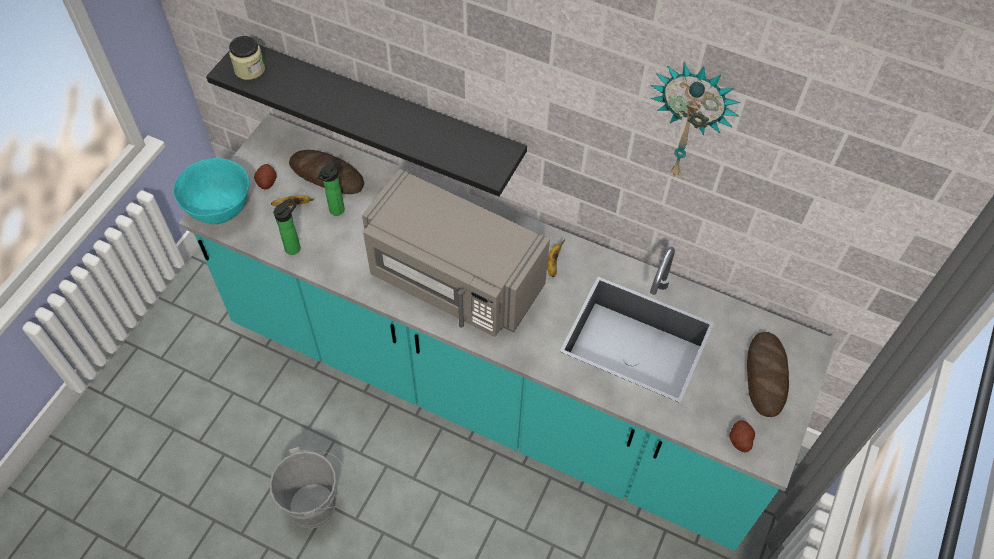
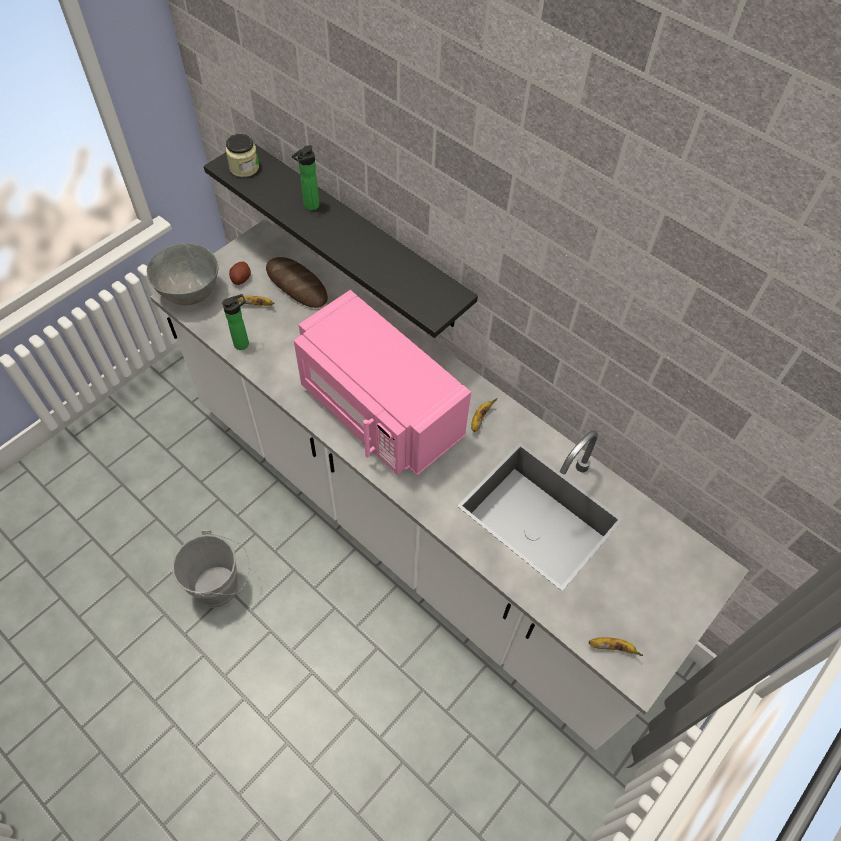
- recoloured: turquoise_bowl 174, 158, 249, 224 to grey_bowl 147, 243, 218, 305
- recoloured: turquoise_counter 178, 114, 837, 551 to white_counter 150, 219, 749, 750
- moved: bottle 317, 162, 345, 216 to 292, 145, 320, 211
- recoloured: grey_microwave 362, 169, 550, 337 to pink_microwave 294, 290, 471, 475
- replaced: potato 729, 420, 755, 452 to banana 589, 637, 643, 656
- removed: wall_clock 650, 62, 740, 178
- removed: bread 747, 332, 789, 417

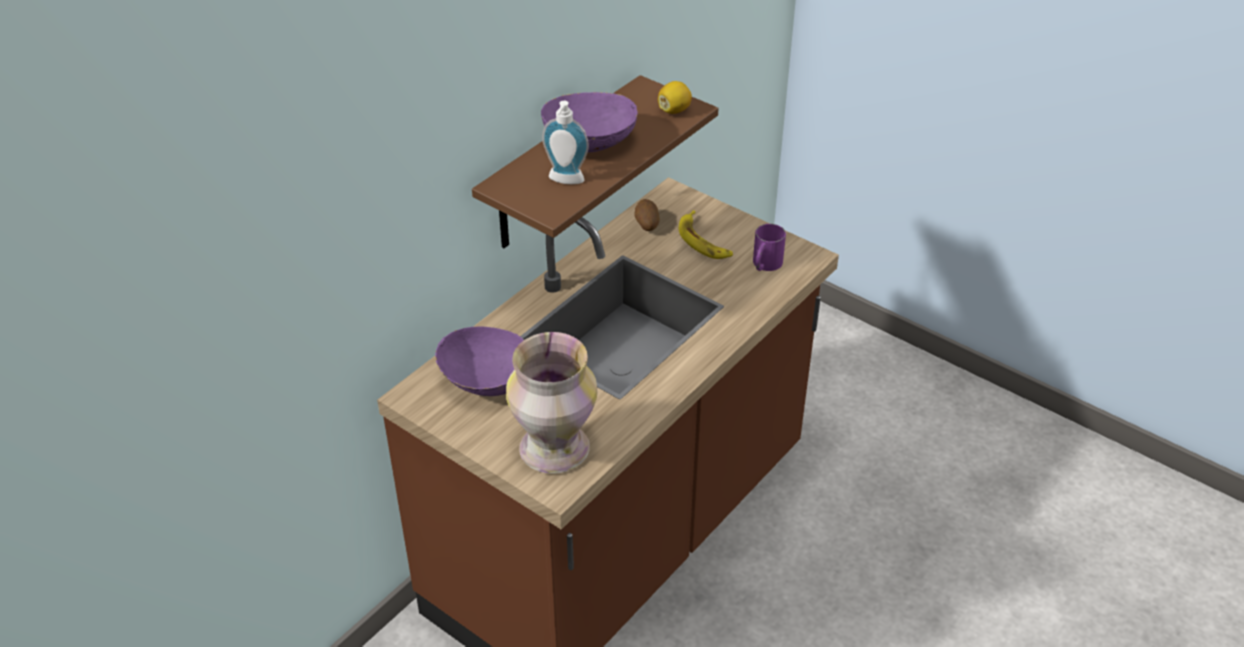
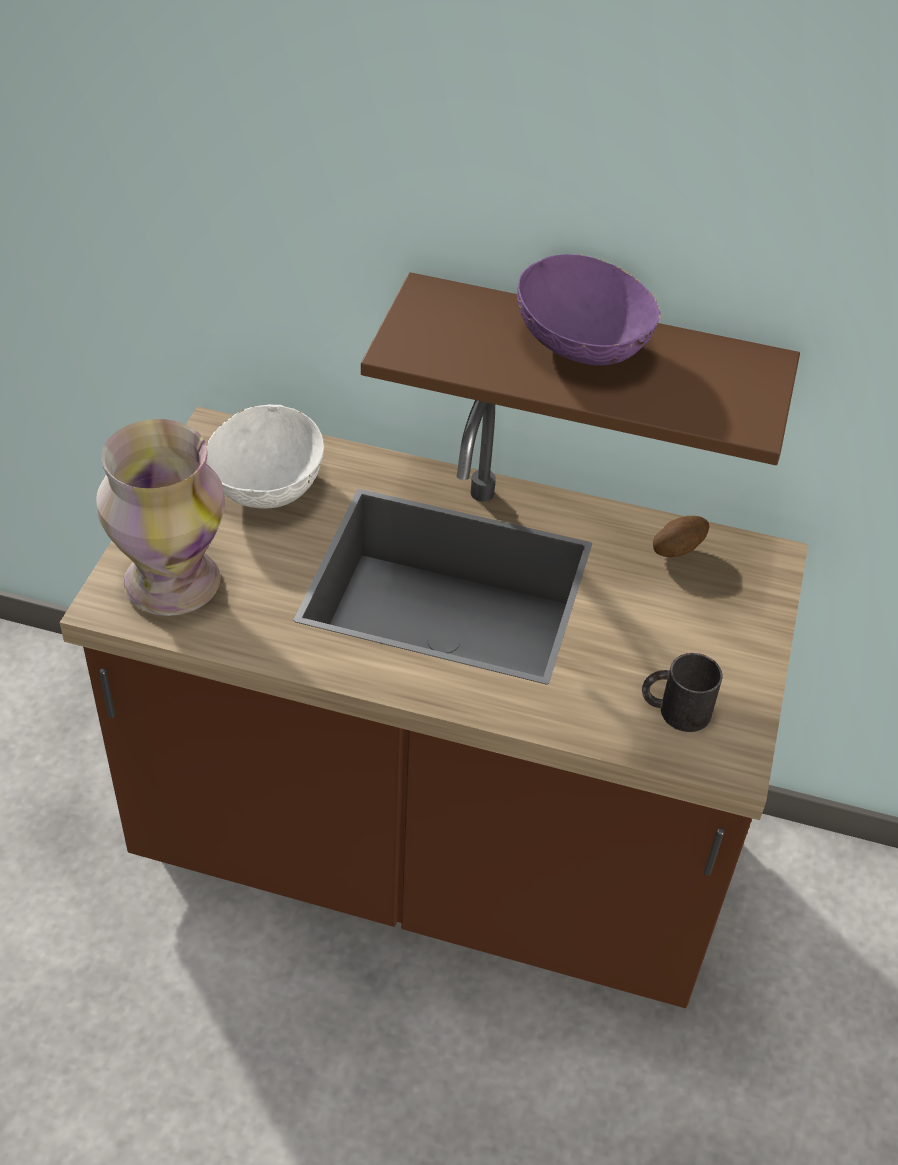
- recoloured: purple_bowl 435, 327, 524, 396 to white_bowl 206, 404, 324, 508
- recoloured: purple_mug 753, 224, 786, 271 to black_mug 642, 653, 722, 732
- removed: soap_dispenser 542, 101, 589, 184
- removed: lemon 658, 81, 692, 114
- removed: banana 679, 210, 733, 259

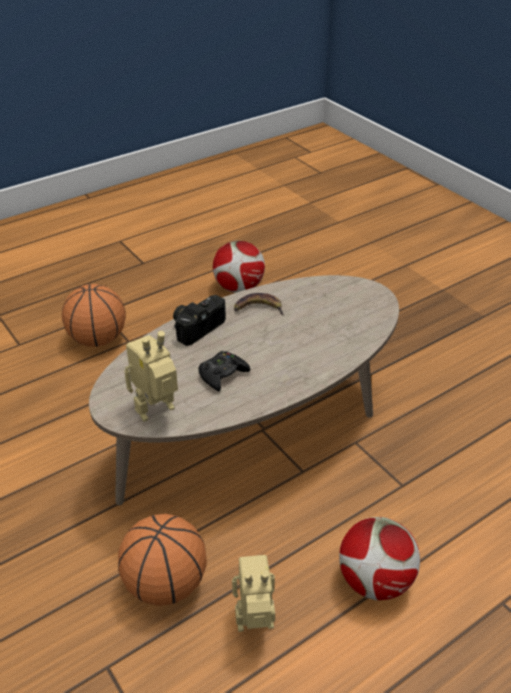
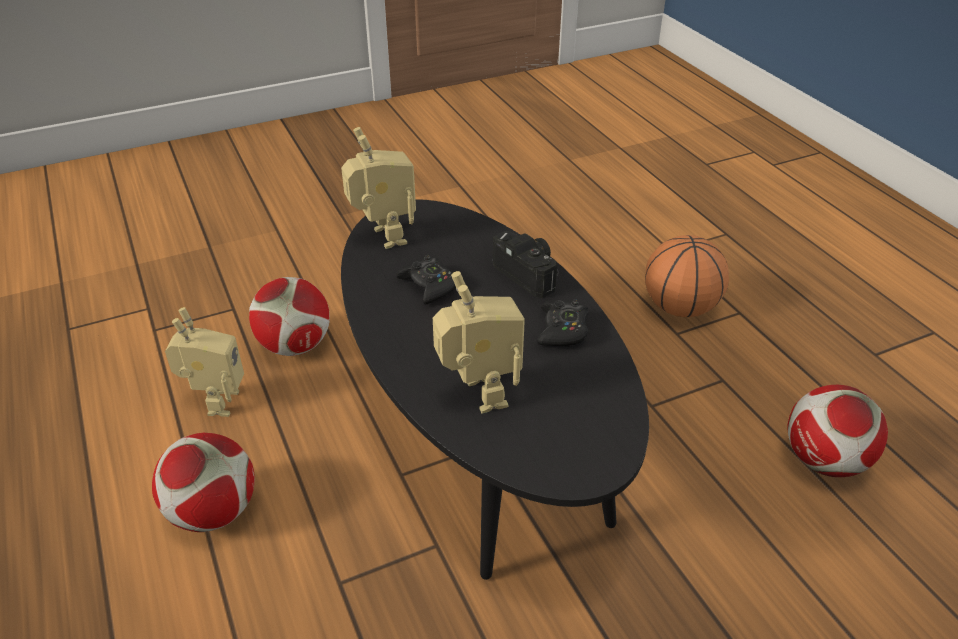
- replaced: basketball 118, 514, 207, 606 to football 249, 277, 330, 356
- recoloured: beige_coffee_table 89, 275, 399, 506 to black_coffee_table 341, 199, 649, 580
- added: toy_robot 433, 271, 525, 414
- replaced: banana 234, 293, 284, 315 to black_game_controller 537, 299, 589, 347

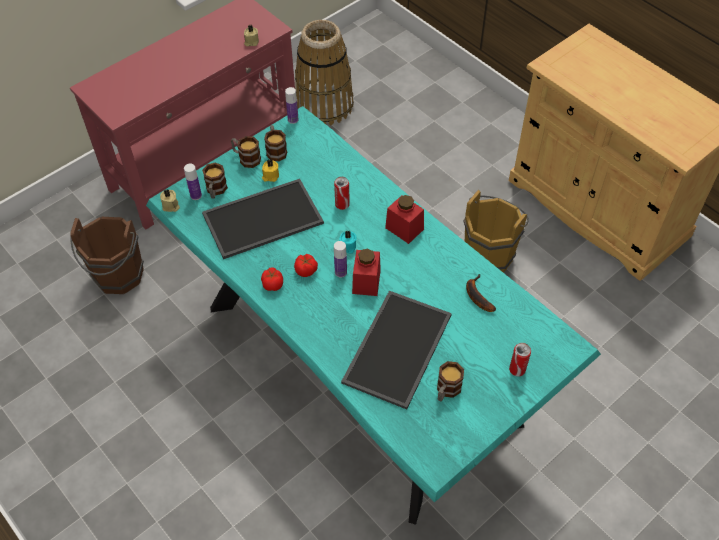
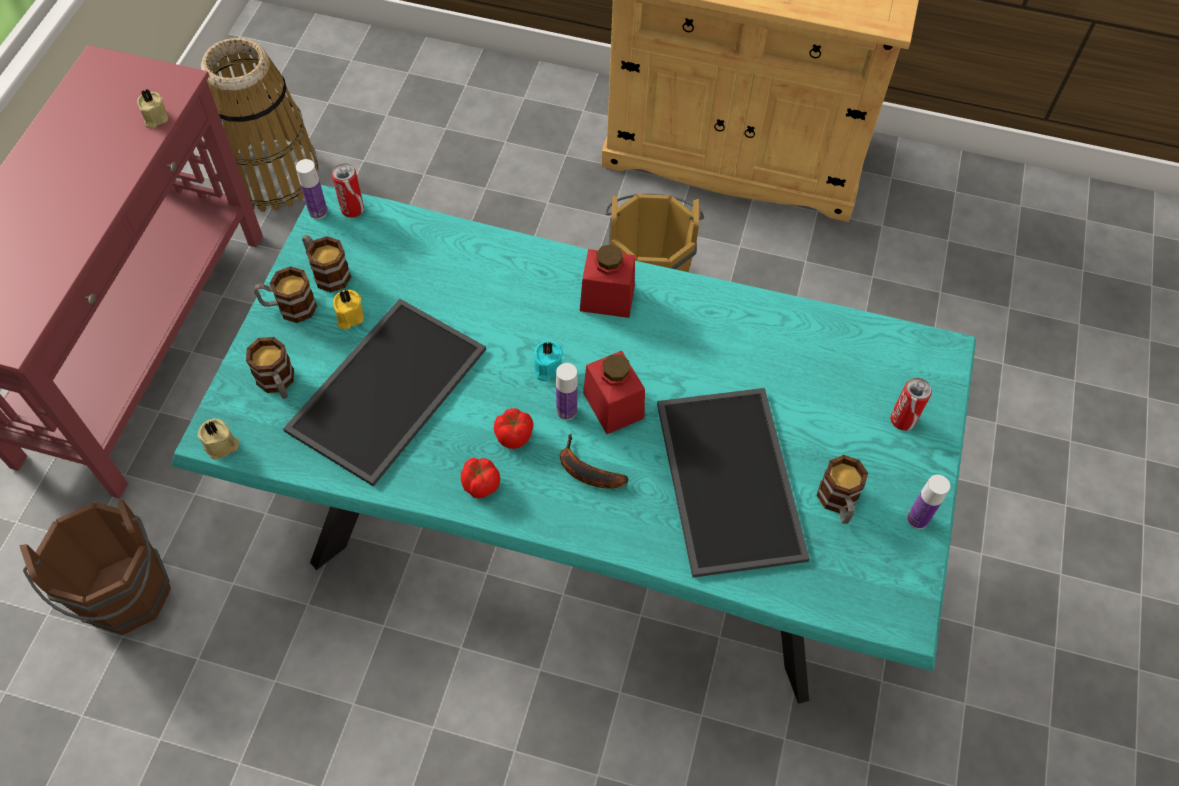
- moved: can 334, 177, 350, 210 to 332, 164, 364, 218
- moved: banana 466, 274, 496, 312 to 560, 433, 628, 489
- moved: bottle 184, 164, 202, 200 to 907, 475, 950, 529

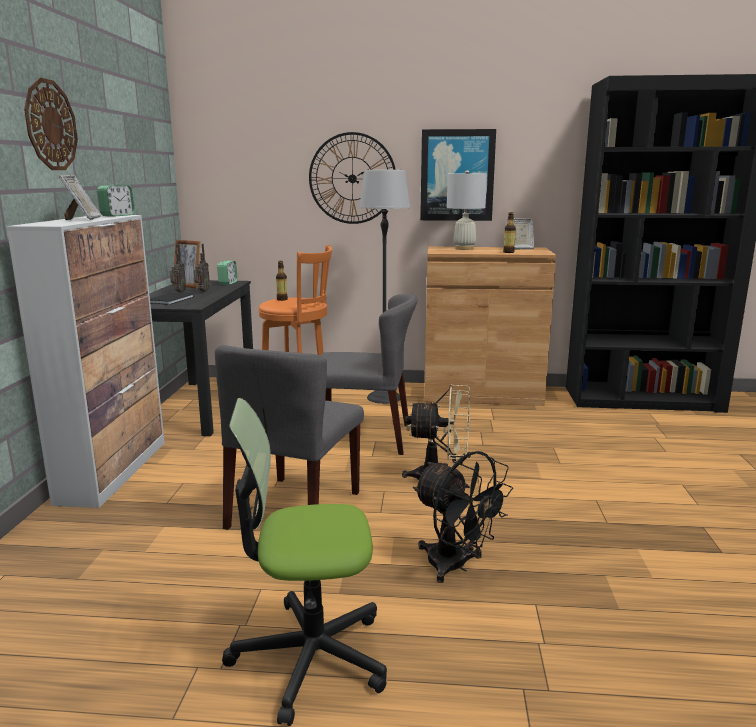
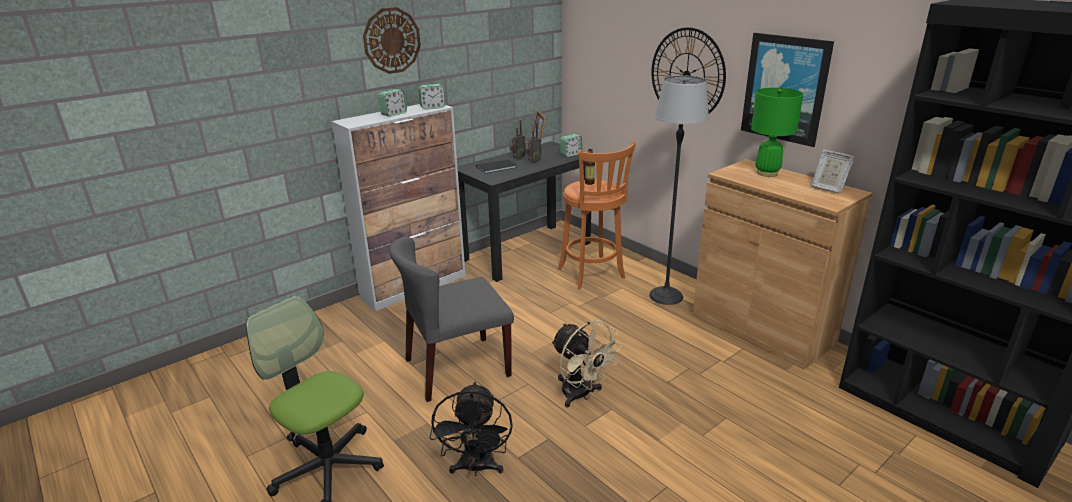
- replaced: picture_frame 59, 175, 101, 220 to alarm_clock 378, 89, 407, 117
- recoloured: white_table_lamp 447, 170, 487, 250 to green_table_lamp 751, 88, 803, 177
- removed: grey_chair 321, 294, 417, 455
- removed: bottle 503, 212, 516, 253

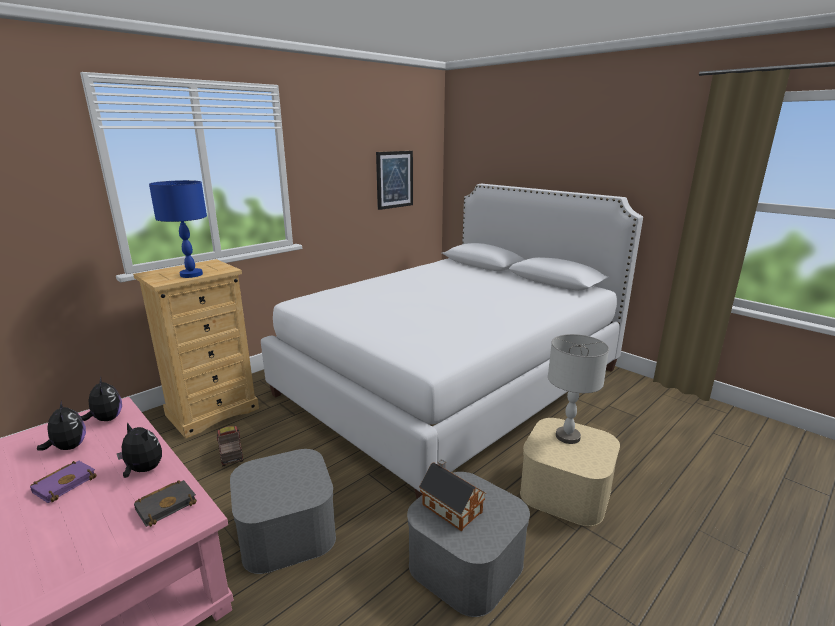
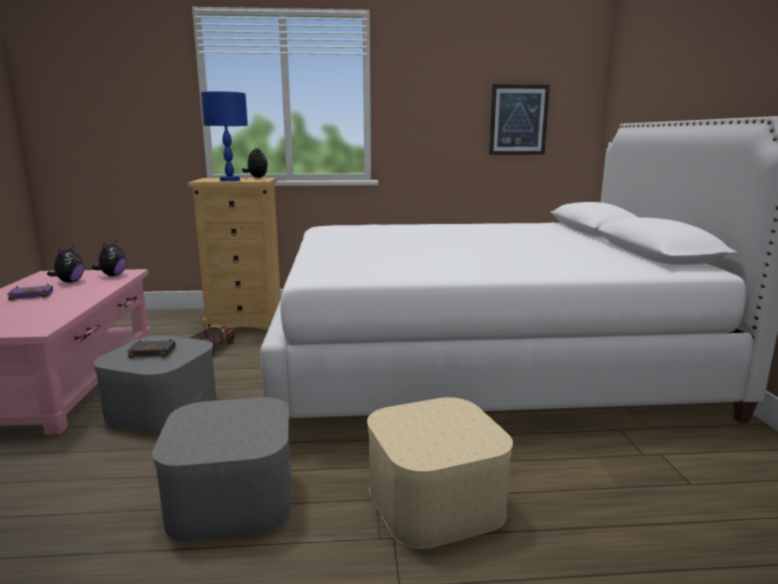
- moved: black_book 134, 480, 197, 527 to 127, 339, 176, 358
- moved: plush_toy 117, 422, 162, 478 to 242, 146, 268, 178
- removed: toy_house 419, 459, 486, 531
- removed: grey_table_lamp 548, 334, 609, 444

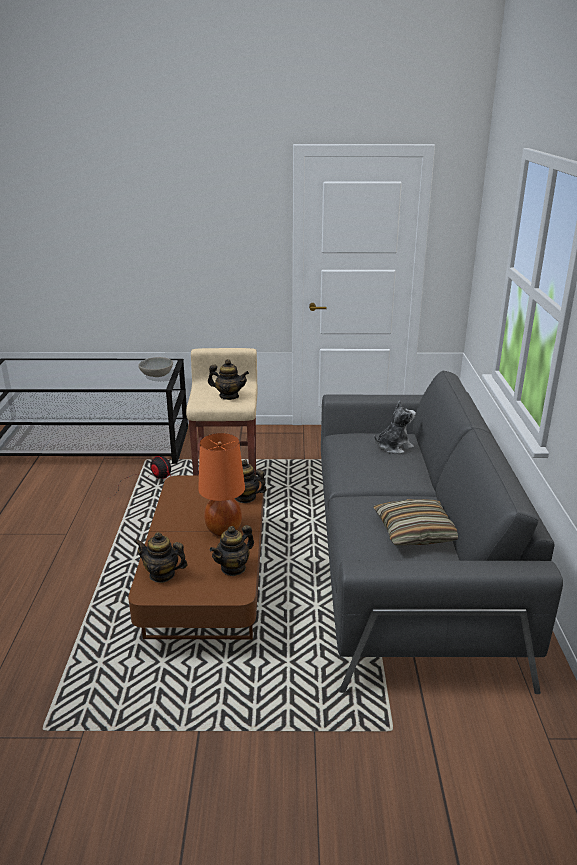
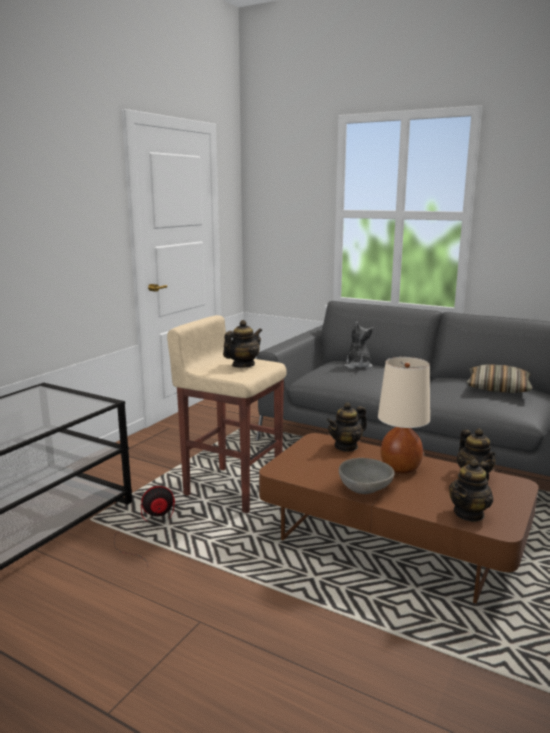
- moved: grey_bowl 138, 357, 173, 377 to 339, 458, 394, 494
- recoloured: orange_table_lamp 198, 433, 245, 536 to beige_table_lamp 378, 357, 430, 473

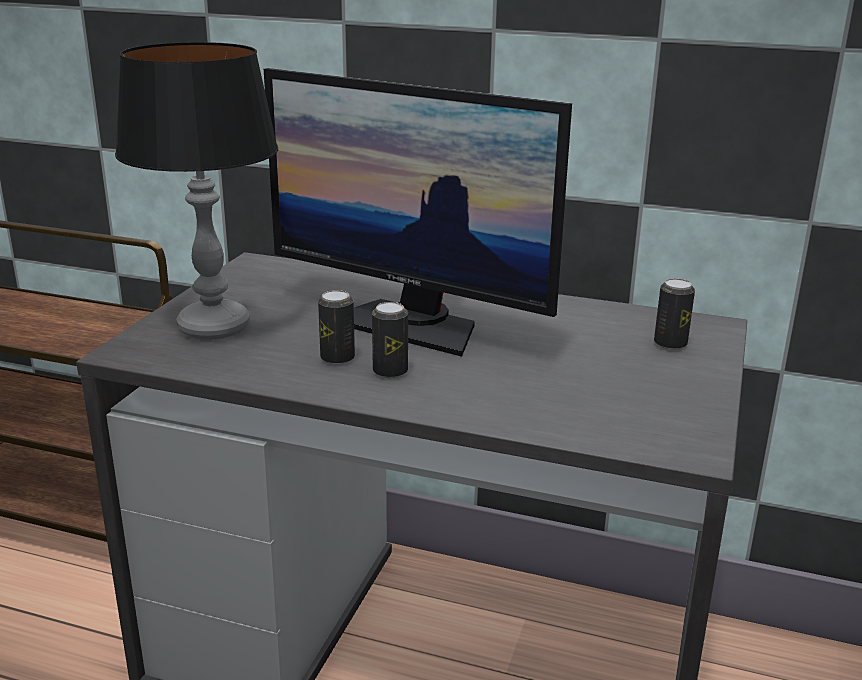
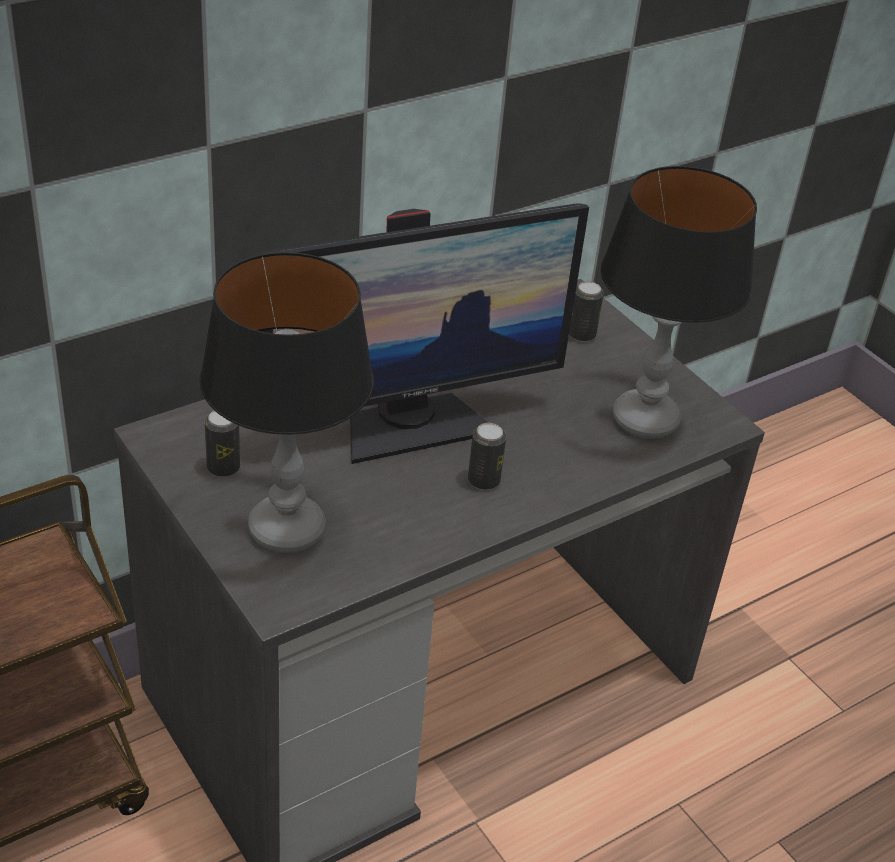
- moved: can 318, 290, 355, 365 to 205, 410, 240, 477
- added: table_lamp 600, 166, 757, 439

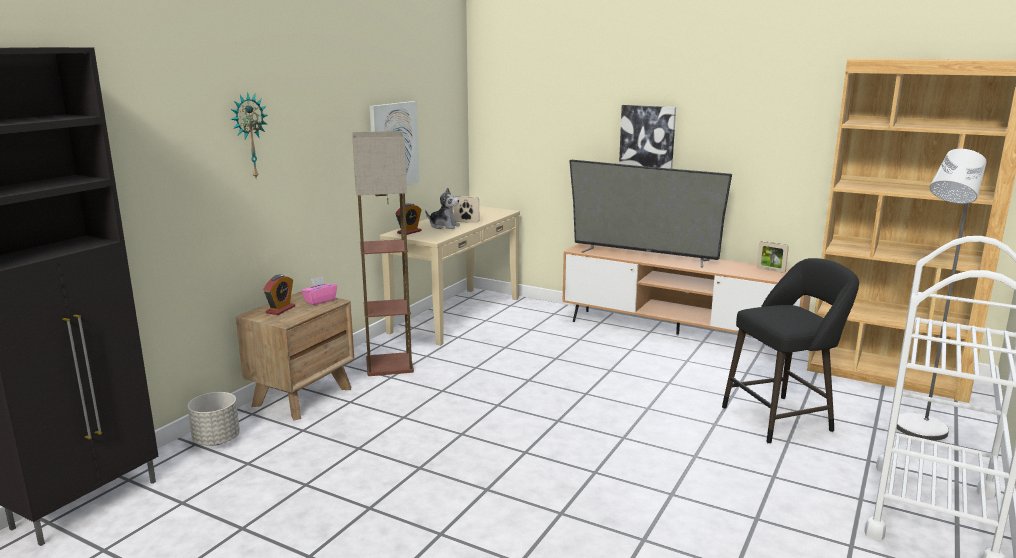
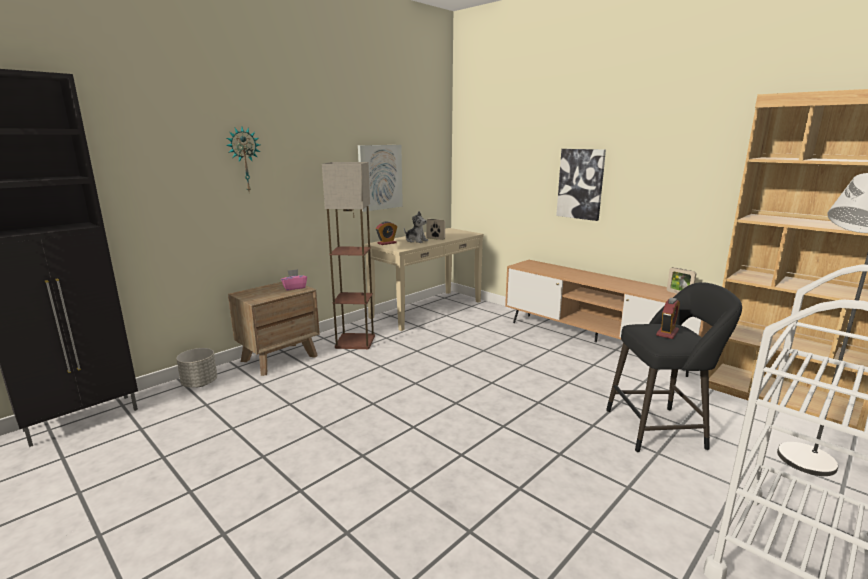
- moved: alarm_clock 263, 274, 295, 315 to 656, 298, 680, 339
- removed: television 569, 159, 732, 268

